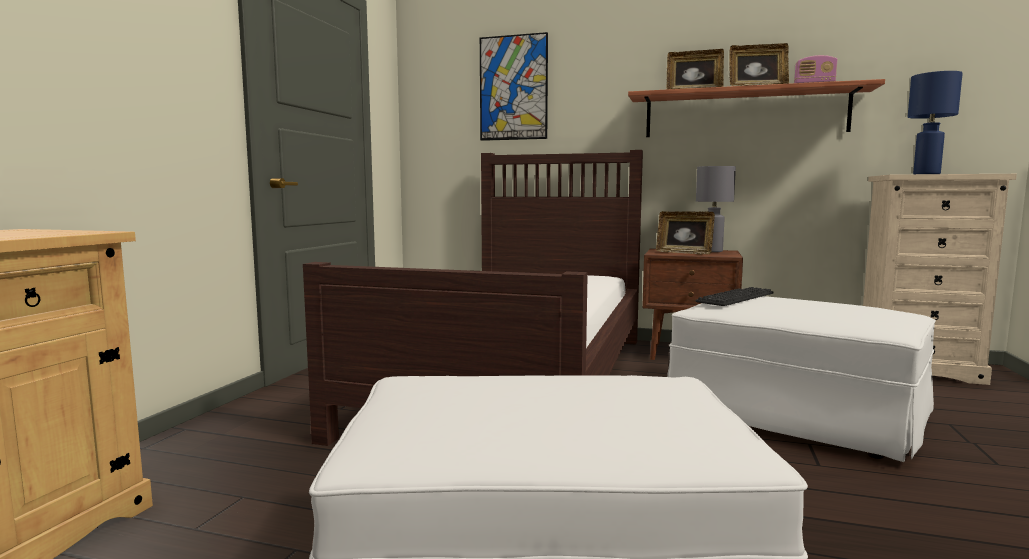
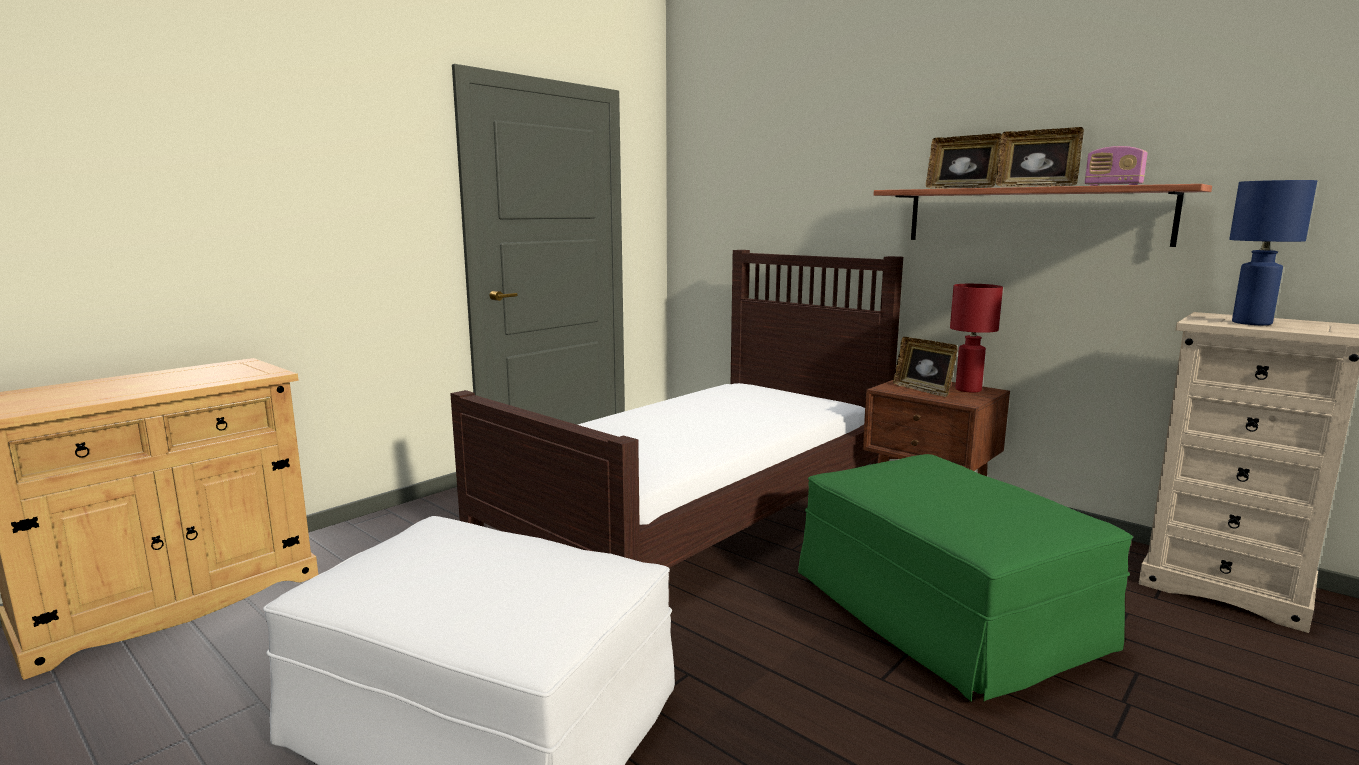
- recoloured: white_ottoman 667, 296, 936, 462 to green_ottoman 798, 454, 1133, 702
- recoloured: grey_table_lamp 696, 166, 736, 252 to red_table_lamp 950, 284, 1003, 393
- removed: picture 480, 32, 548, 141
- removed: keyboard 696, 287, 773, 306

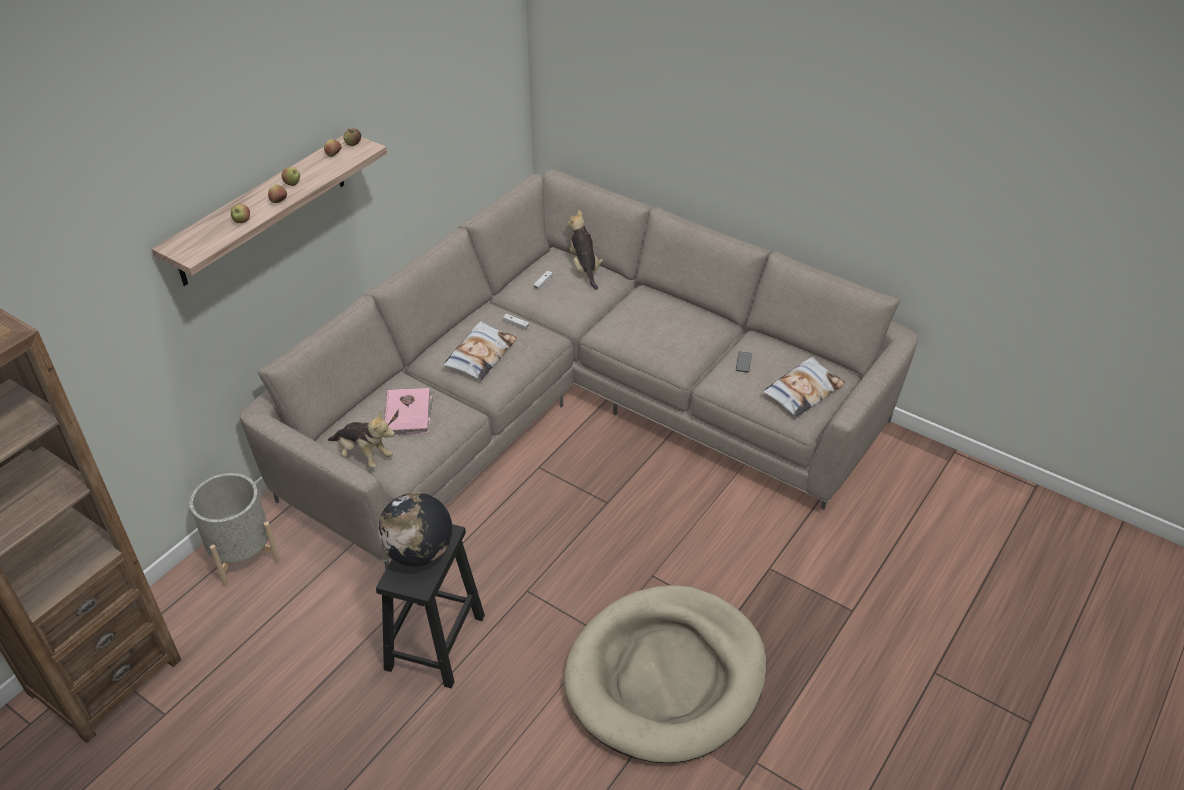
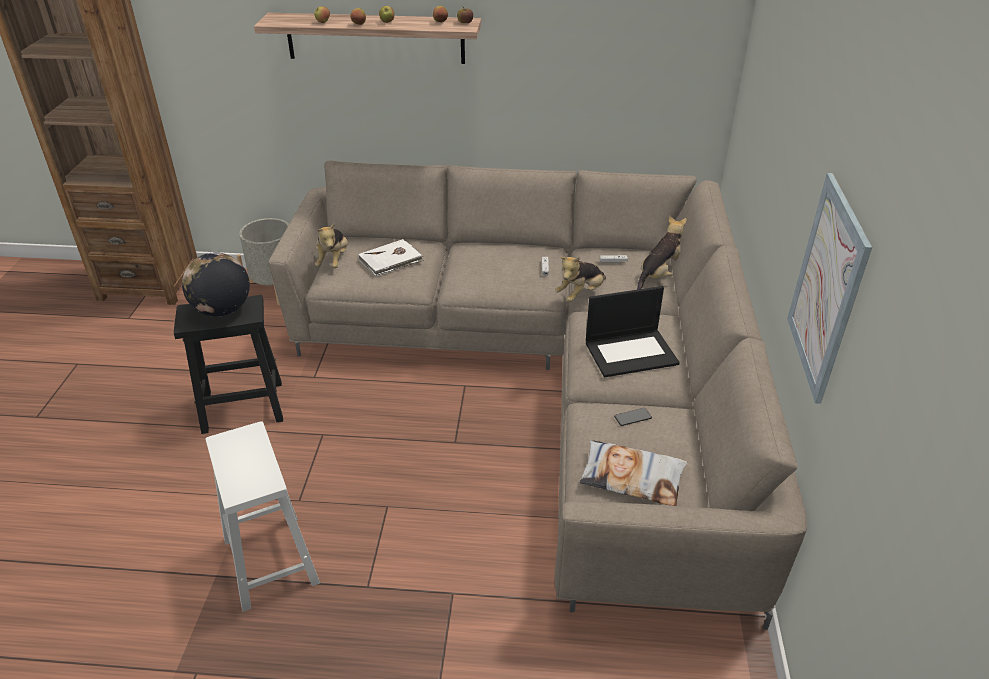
- replaced: beige_dog_bed 564, 585, 767, 763 to white_stool 206, 421, 320, 612
- recoloured: pink_book 385, 387, 434, 435 to white_book 358, 239, 424, 277
- added: plush_toy 555, 257, 606, 302
- added: laptop 586, 286, 680, 377
- added: picture 787, 173, 872, 404
- removed: pillow 443, 321, 517, 380

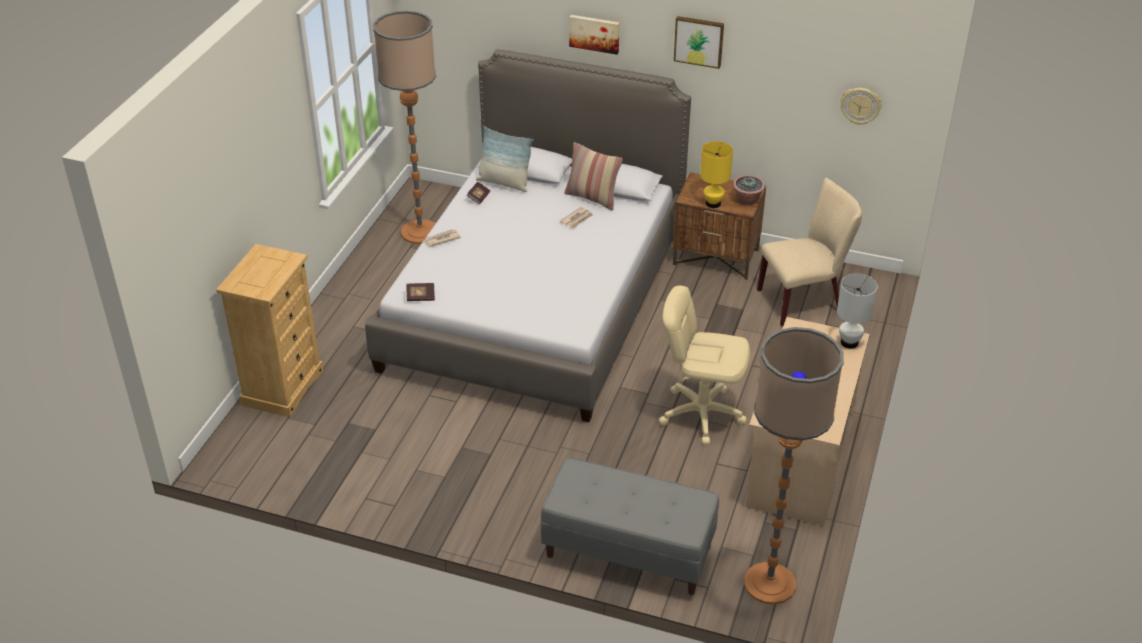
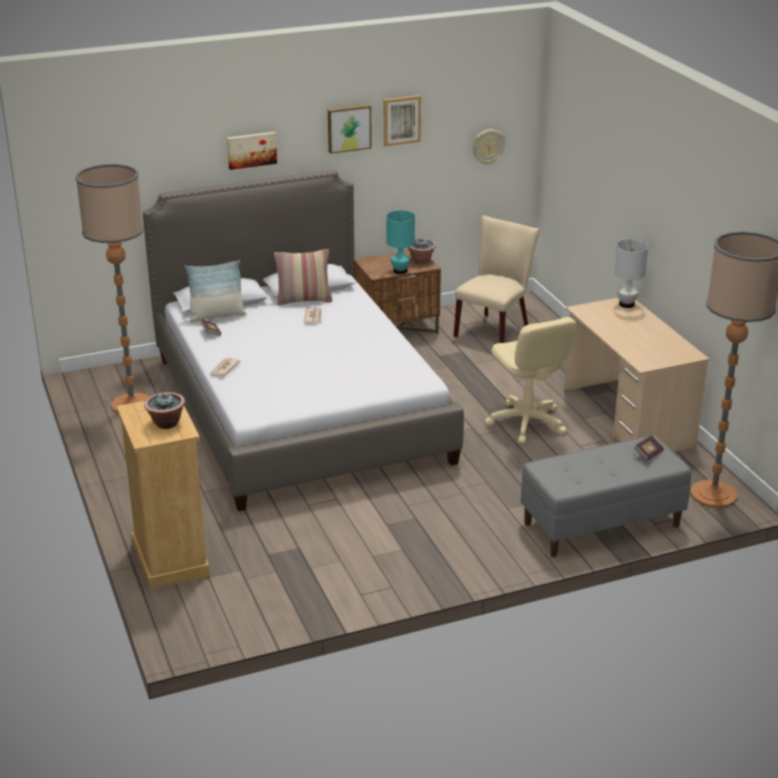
- added: potted_plant 144, 392, 185, 429
- added: picture 384, 95, 421, 146
- recoloured: yellow_table_lamp 700, 141, 733, 208 to turquoise_table_lamp 386, 210, 415, 274
- turned: beige_office_chair 659, 286, 750, 445 = 485, 317, 576, 443 90 degrees counterclockwise
- moved: book 406, 283, 435, 301 to 634, 435, 664, 460

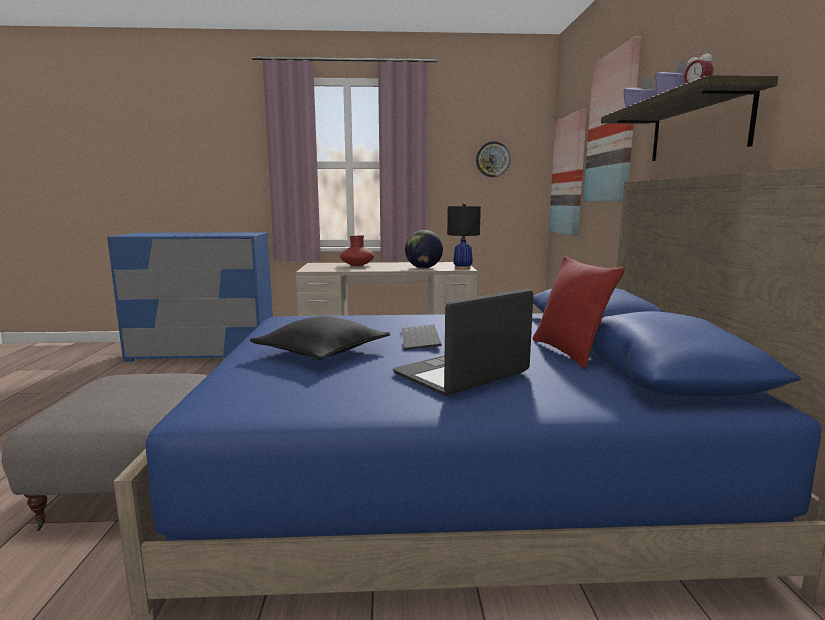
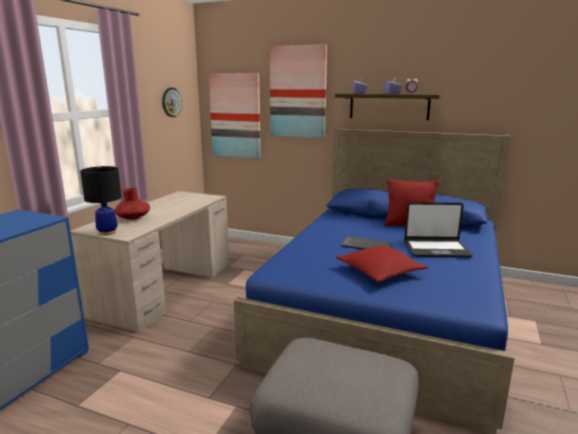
- moved: black_table_lamp 447, 204, 481, 270 to 80, 166, 121, 236
- recoloured: black_pillow 250, 316, 390, 360 to red_pillow 336, 246, 428, 282
- turned: laptop 393, 289, 533, 396 = 404, 202, 472, 257 75 degrees counterclockwise
- removed: globe 405, 230, 443, 268

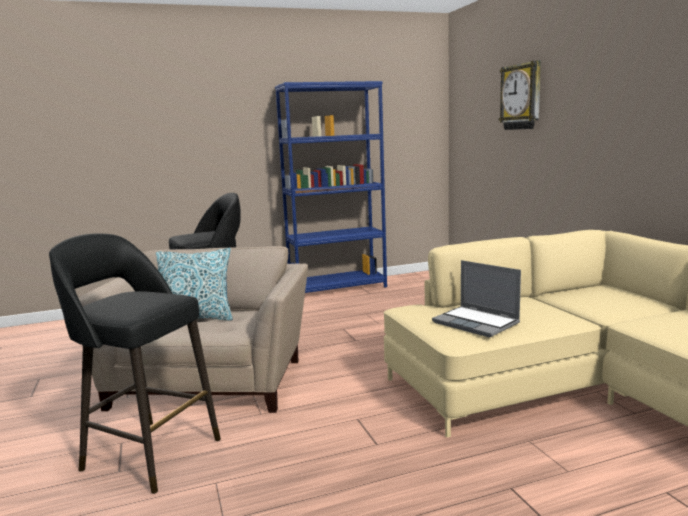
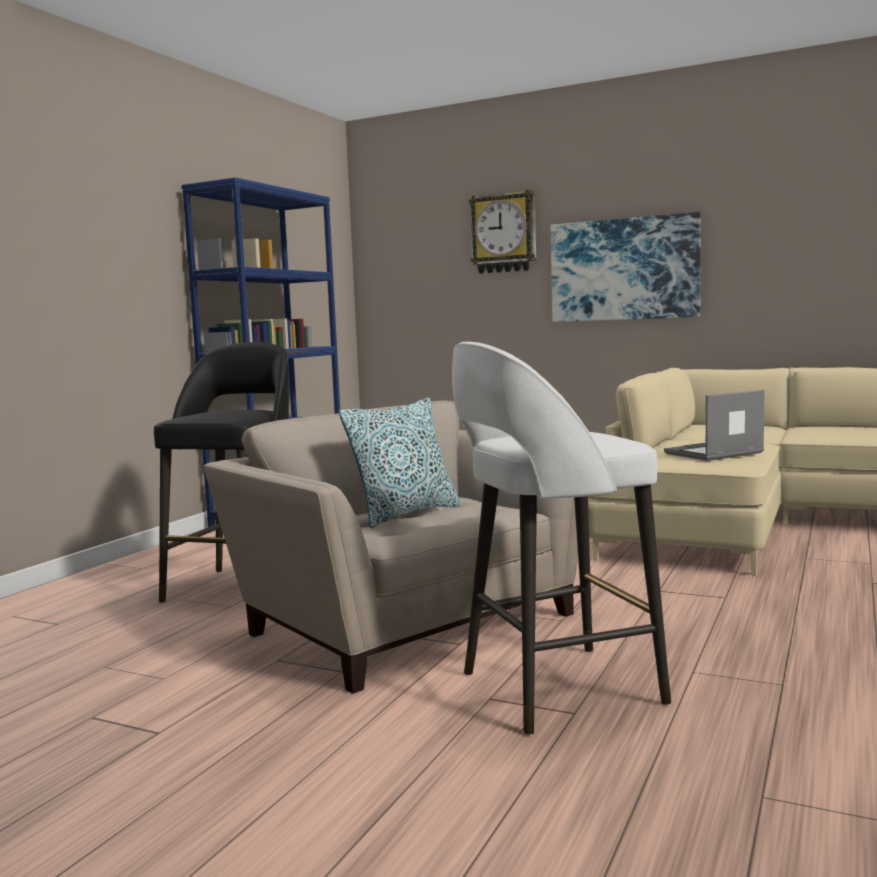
- recoloured: black_stool 49, 233, 221, 494 to white_stool 452, 342, 671, 736
- added: picture 550, 212, 701, 322
- turned: laptop 432, 260, 521, 338 = 664, 390, 765, 461 150 degrees clockwise

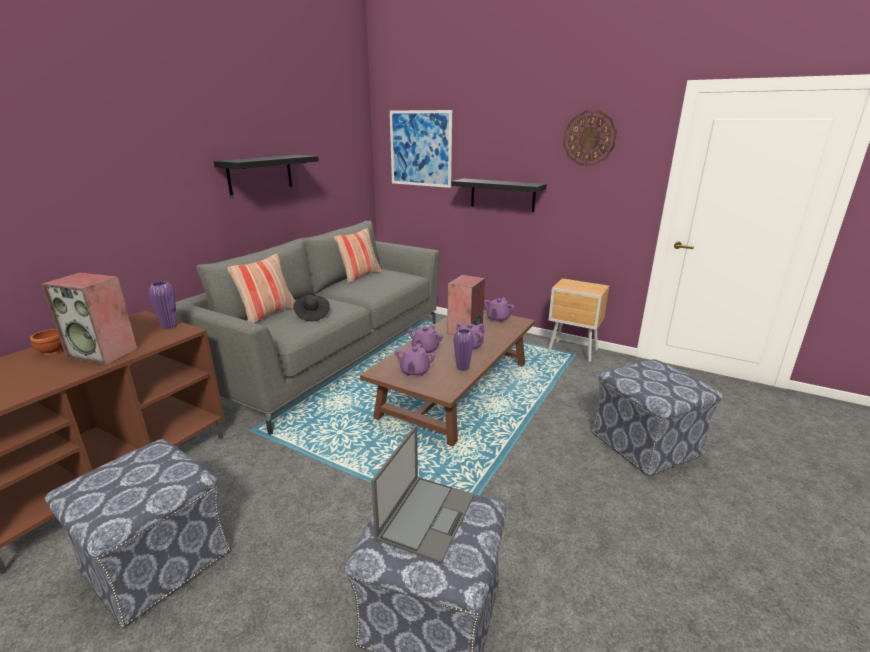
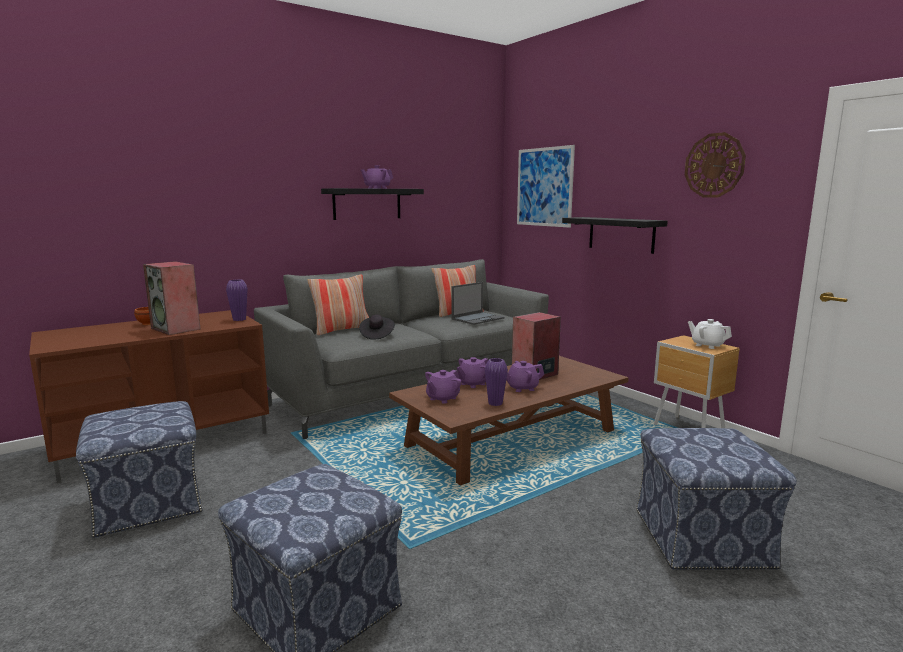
- moved: purple_teapot 484, 298, 515, 323 to 361, 165, 393, 189
- moved: laptop 371, 425, 474, 563 to 451, 282, 505, 325
- added: white_teapot 688, 319, 732, 349

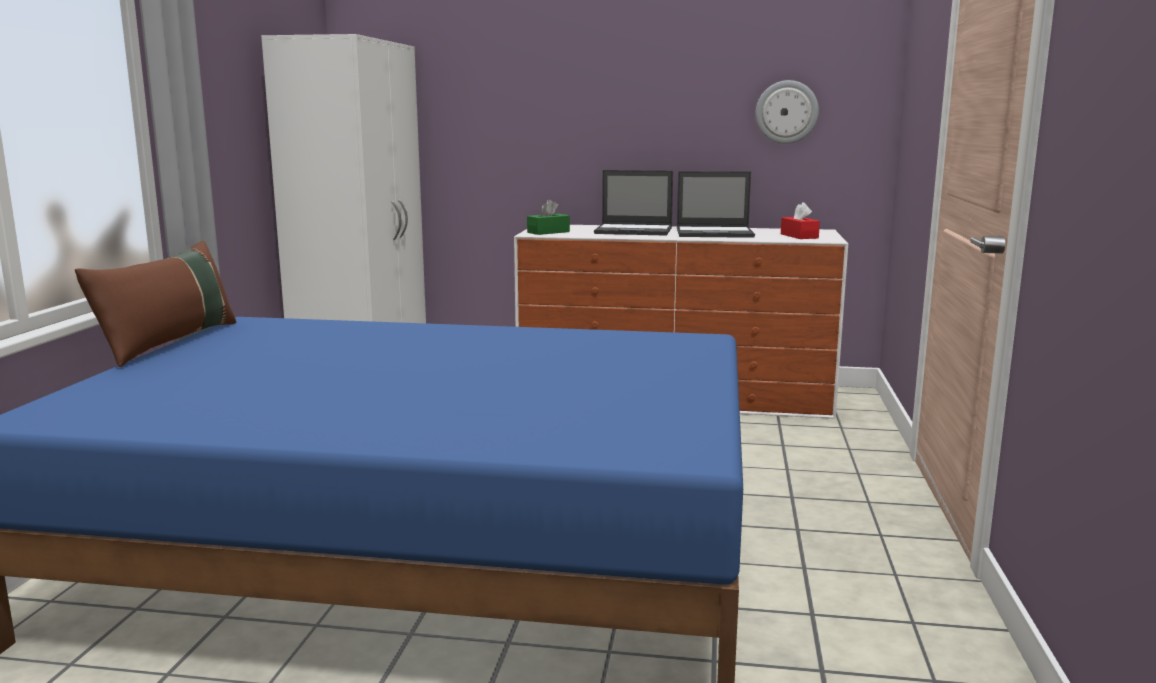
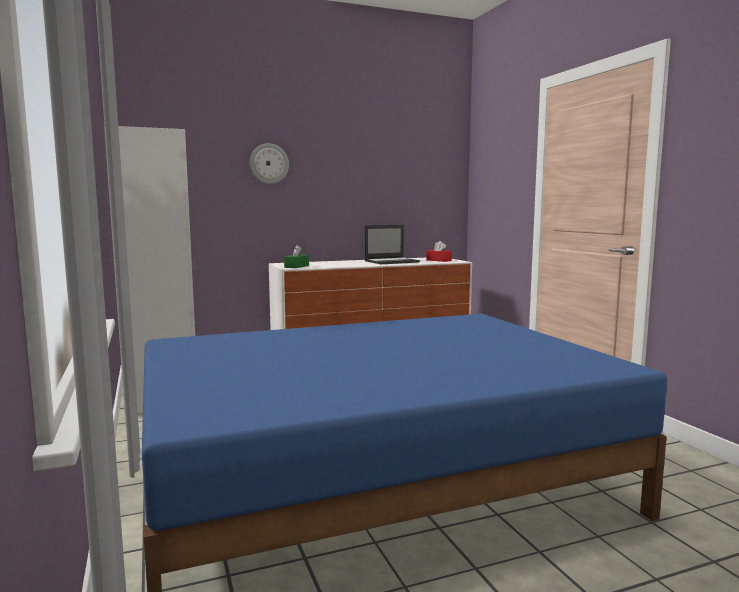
- moved: wall_clock 755, 80, 819, 144 to 250, 143, 289, 184
- removed: brown_pillow 75, 241, 237, 367
- removed: laptop 594, 170, 673, 235

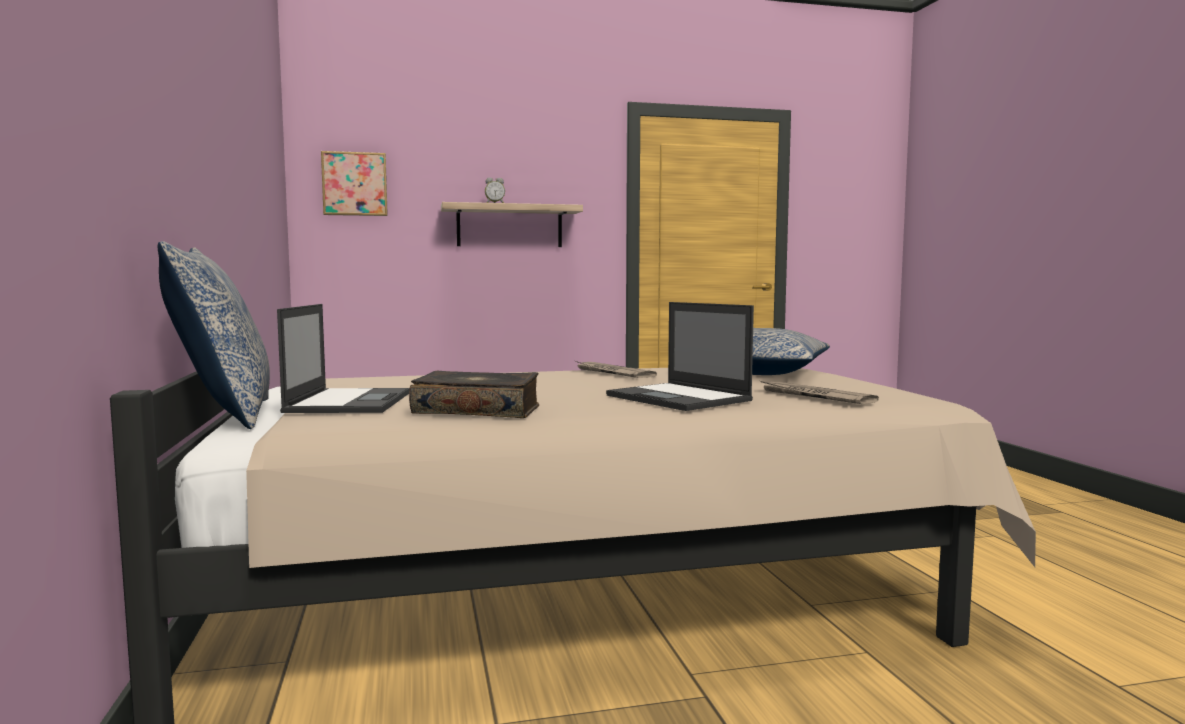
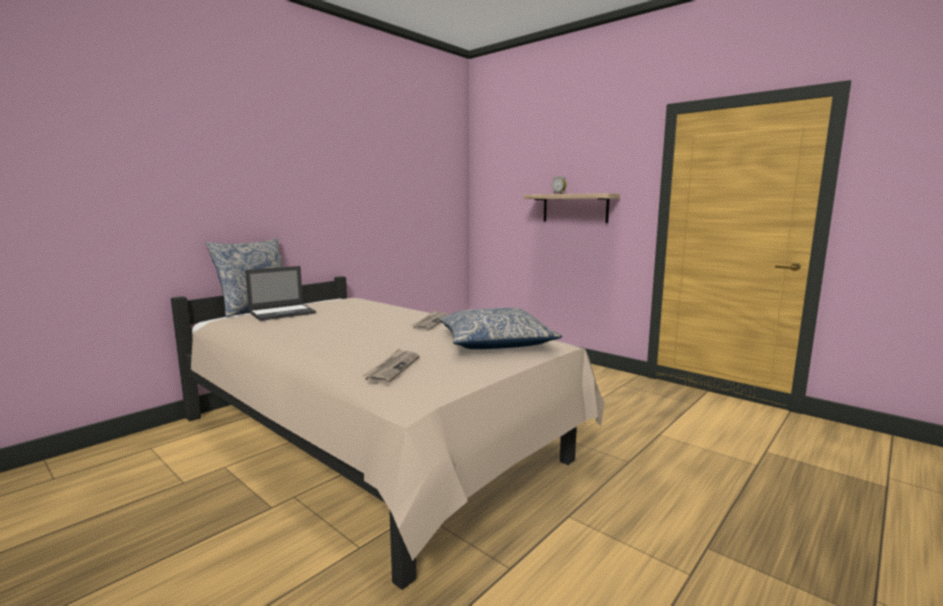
- removed: picture 321, 151, 388, 216
- removed: book 409, 371, 539, 418
- removed: laptop 606, 302, 754, 411

